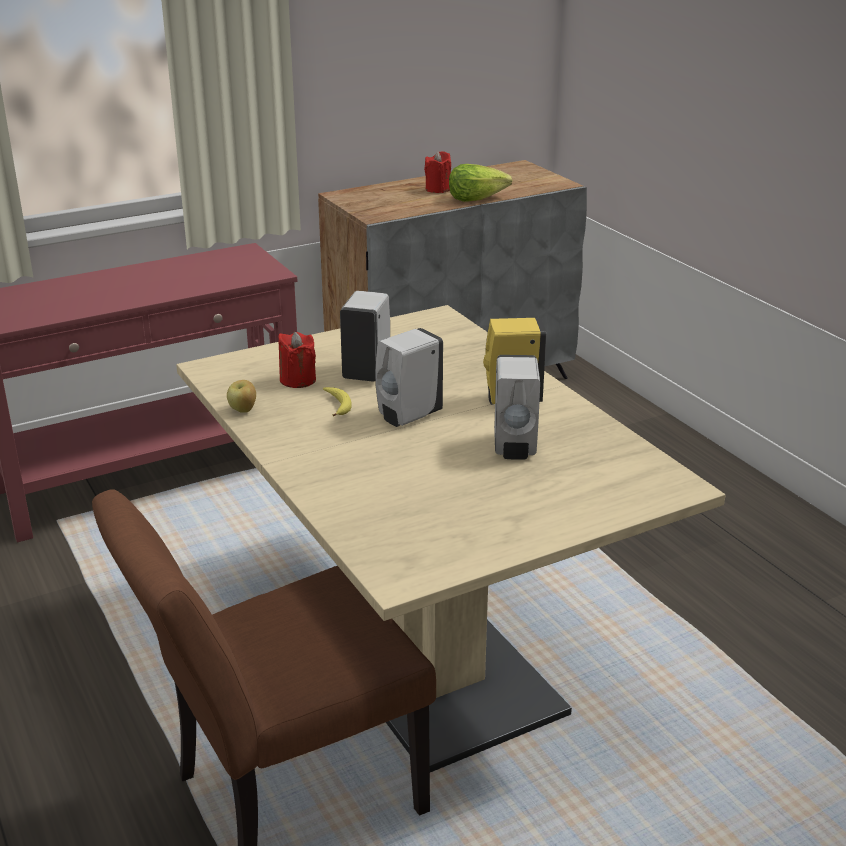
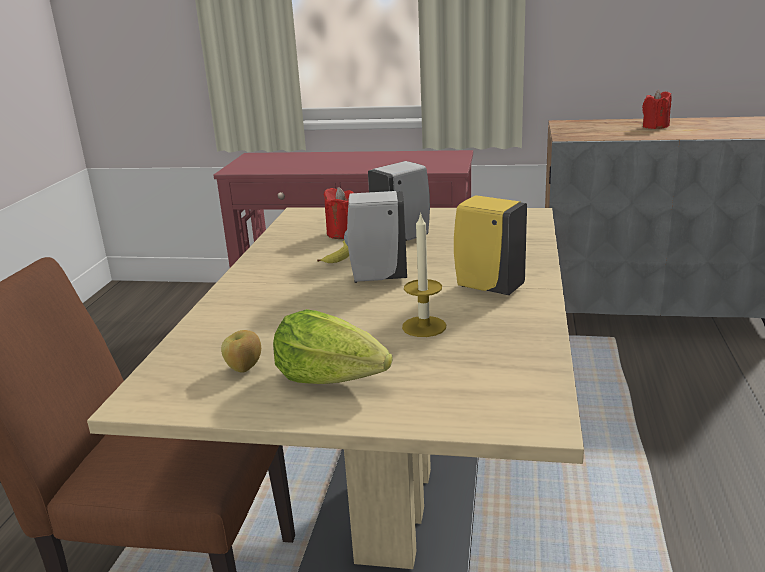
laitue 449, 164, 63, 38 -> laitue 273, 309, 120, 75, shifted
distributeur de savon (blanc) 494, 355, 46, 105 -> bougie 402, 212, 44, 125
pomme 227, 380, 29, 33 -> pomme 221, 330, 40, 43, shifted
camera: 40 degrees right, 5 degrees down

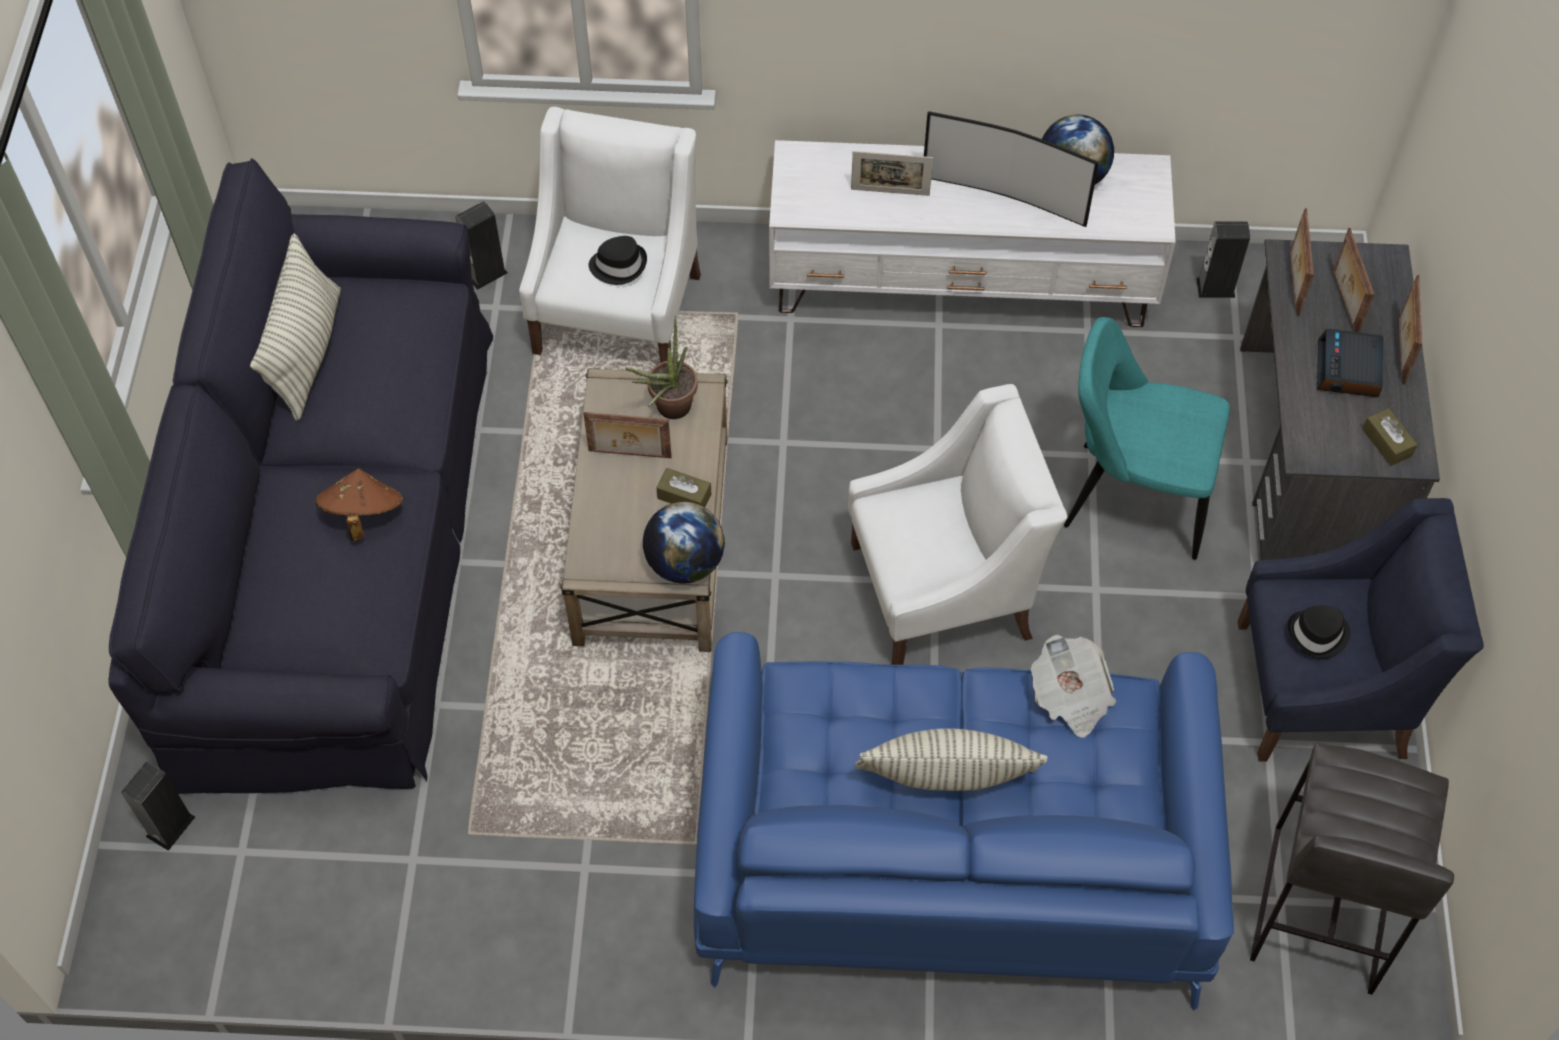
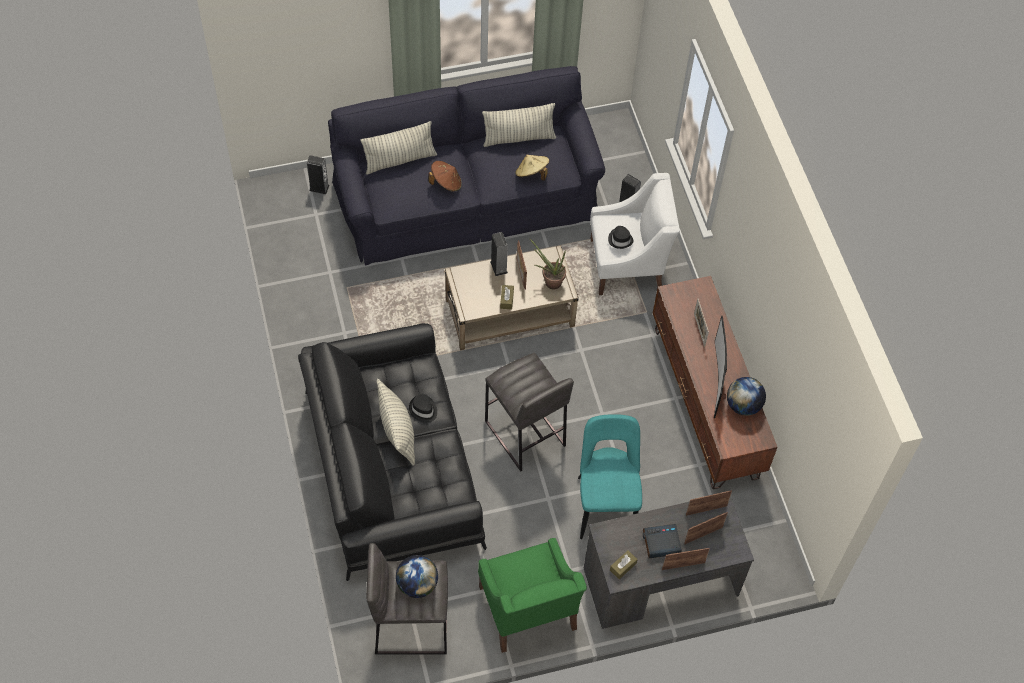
meuble télé (blanc) 769, 140, 407, 187 -> meuble télé (marron) 653, 276, 125, 213
enceinte 1196, 221, 54, 77 -> enceinte 490, 232, 18, 44, shifted
fauteuil (blanc) 848, 384, 220, 281 -> tabouret (gris) 485, 353, 89, 119
fauteuil (bleu) 1237, 498, 247, 264 -> fauteuil (vert) 478, 538, 109, 115
globe 643, 502, 82, 82 -> globe 396, 555, 42, 43, shifted
chapeau (noir) 1288, 606, 62, 53 -> chapeau (noir) 409, 394, 28, 29, shifted
canapé (bleu) 694, 632, 540, 378 -> canapé (noir) 298, 323, 189, 258
journal 1031, 635, 85, 103 -> none
none -> coussin 360, 121, 77, 54
none -> chapeau (beige) 515, 154, 35, 27
camera: 70 degrees right, 0 degrees up

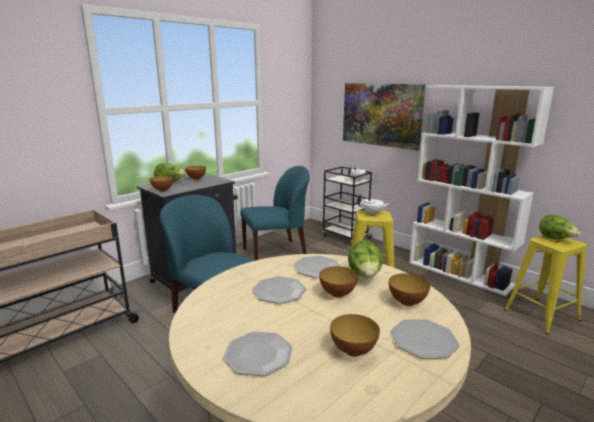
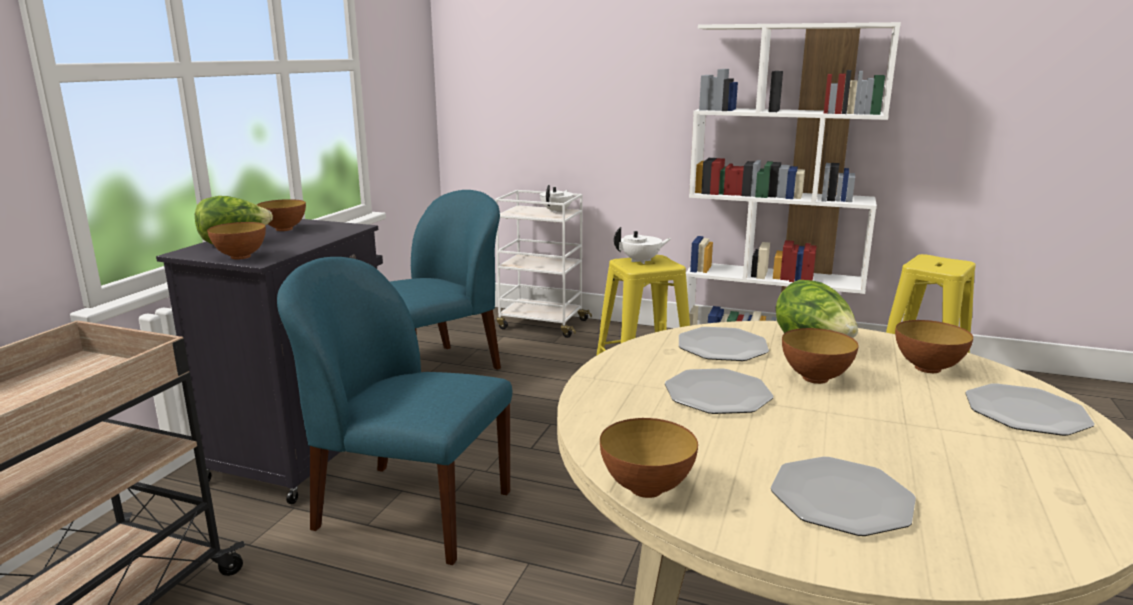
tableau 343, 83, 83, 68 -> none
chariot (noir) 322, 167, 51, 78 -> chariot (blanc) 495, 190, 97, 148
laitue 539, 214, 42, 25 -> none
bol 330, 314, 50, 43 -> bol 600, 418, 98, 80, shifted
camera: 25 degrees left, 0 degrees up

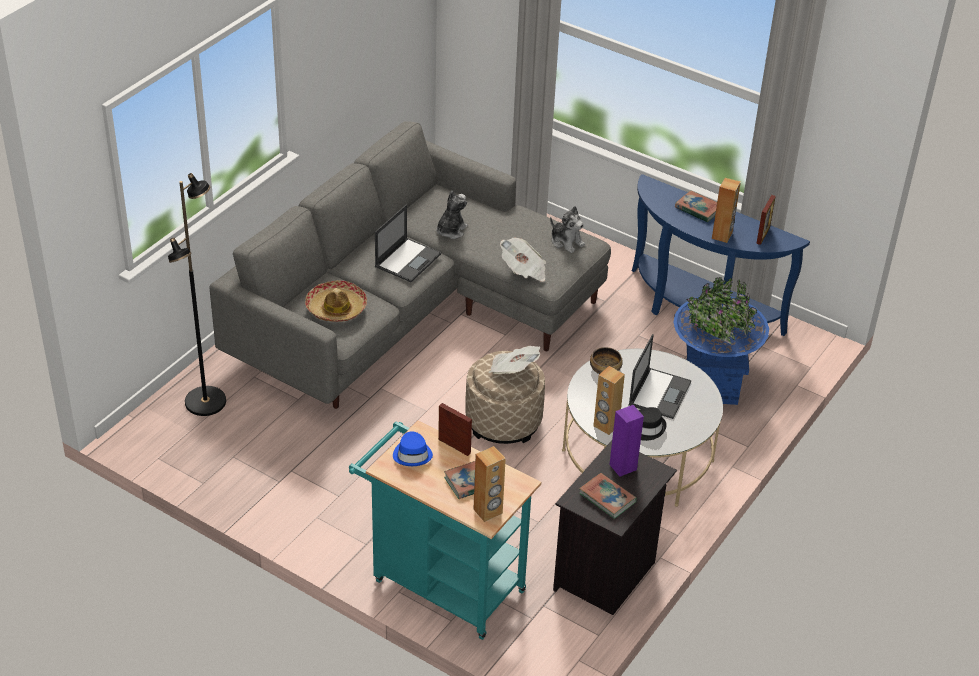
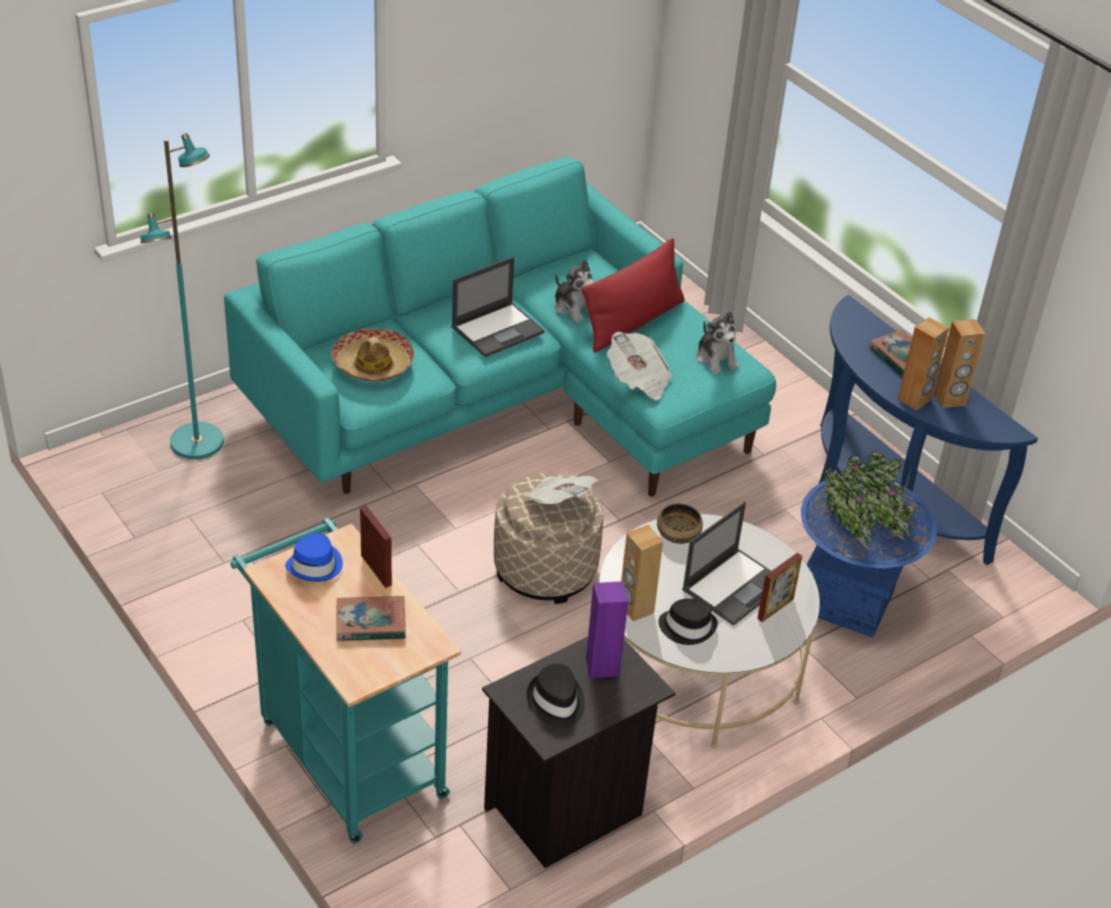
canapé (gris) 210, 121, 401, 288 -> canapé (turquoise) 224, 157, 552, 340
lampadaire (noir) 168, 173, 58, 243 -> lampadaire (turquoise) 141, 133, 83, 326
peluche 436, 191, 32, 48 -> peluche 554, 260, 40, 63, 90 degrees clockwise
cadre photo 756, 195, 20, 50 -> cadre photo 757, 553, 45, 69, shifted
enceinte (marron) 474, 446, 32, 76 -> enceinte (marron) 934, 319, 51, 89, shifted
livre 579, 473, 58, 46 -> chapeau (noir) 527, 664, 58, 64
none -> coussin (rouge) 582, 238, 103, 115
camera: 20 degrees right, 0 degrees up

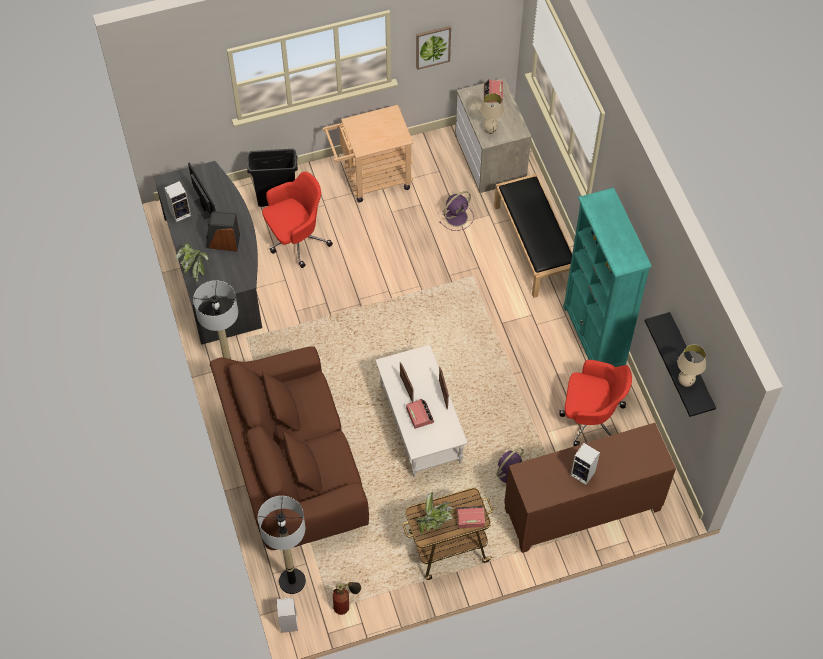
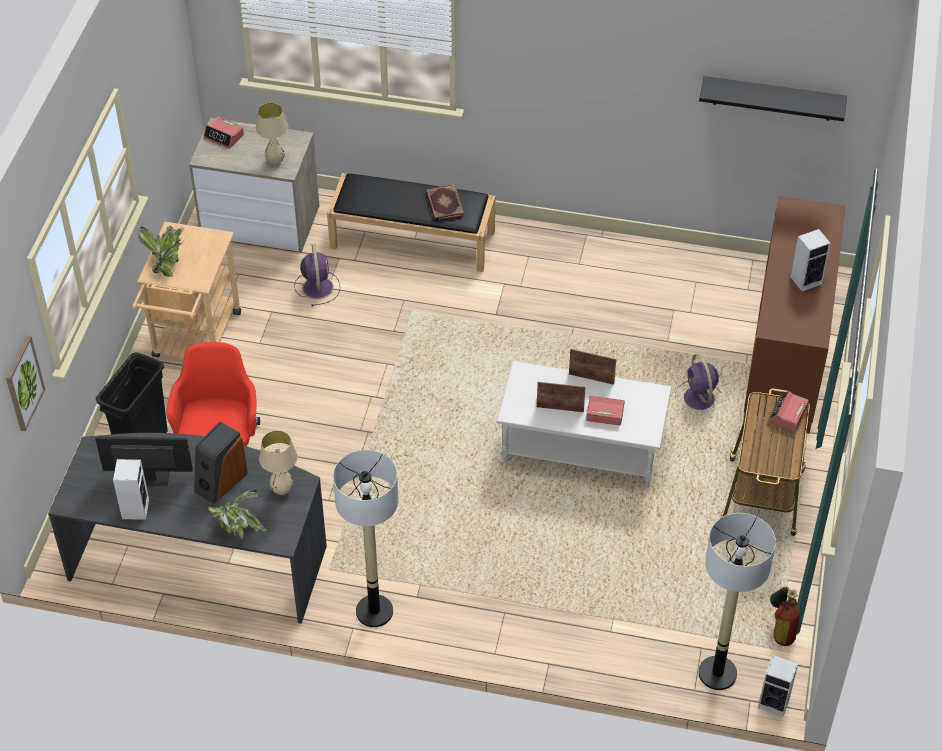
tableau 416, 26, 35, 44 -> tableau 6, 336, 39, 95, shifted
bibliothèque (turquoise) 563, 188, 89, 179 -> none
lampe de table (beige) 678, 345, 28, 42 -> lampe de table (beige) 259, 430, 38, 65, shifted
canapé (marron) 210, 346, 159, 204 -> none
chaise de bureau (rouge) 559, 360, 73, 86 -> none
plante en pot 417, 492, 37, 43 -> plante en pot 138, 226, 46, 51, shifted
none -> livre 426, 184, 39, 38
camera: 60 degrees left, 10 degrees down

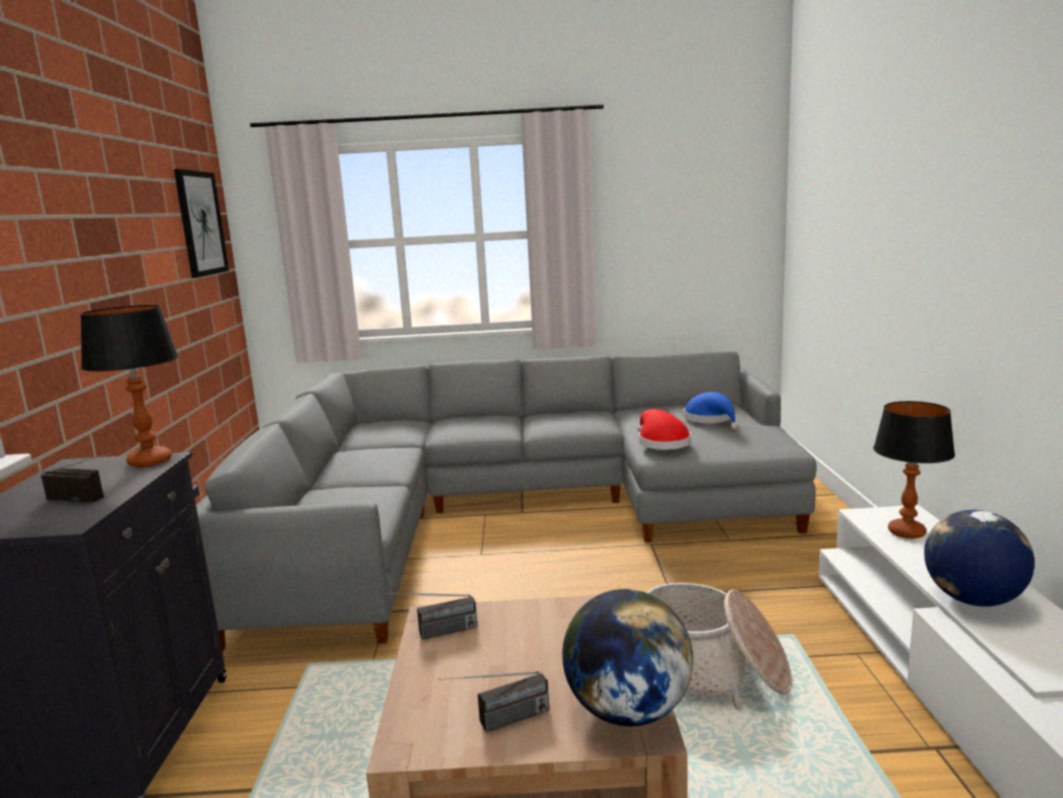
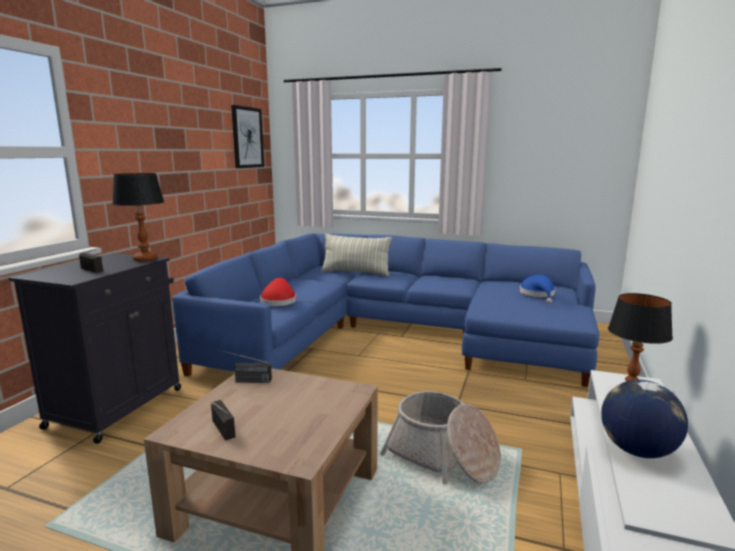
canapé (gris) 196, 351, 620, 301 -> canapé (bleu) 172, 233, 427, 154
chapeau (rouge) 637, 409, 54, 41 -> chapeau (rouge) 260, 278, 36, 28, shifted
globe 562, 589, 131, 137 -> none
radio 439, 671, 110, 61 -> radio 211, 400, 25, 40, 120 degrees counterclockwise
none -> coussin 321, 234, 71, 43
camera: 20 degrees right, 0 degrees up

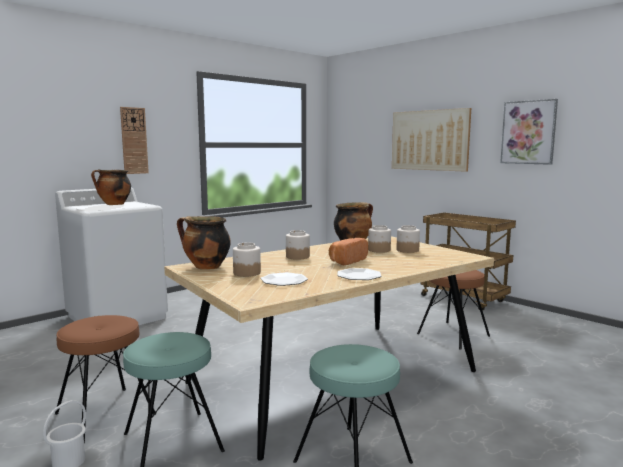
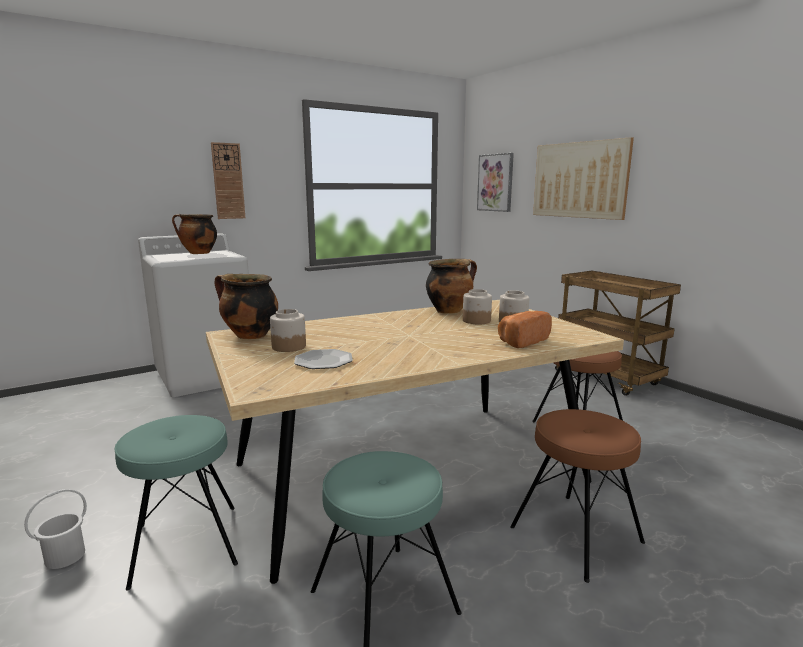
tableau 500, 99, 58, 66 -> tableau 477, 153, 37, 59, shifted
bocal 286, 230, 24, 30 -> none
pain 329, 238, 39, 27 -> pain 498, 311, 54, 37, shifted
assiette 337, 268, 44, 12 -> none
tabouret (marron) 55, 315, 101, 128 -> tabouret (marron) 510, 409, 135, 174, shifted
camera: 10 degrees right, 5 degrees up

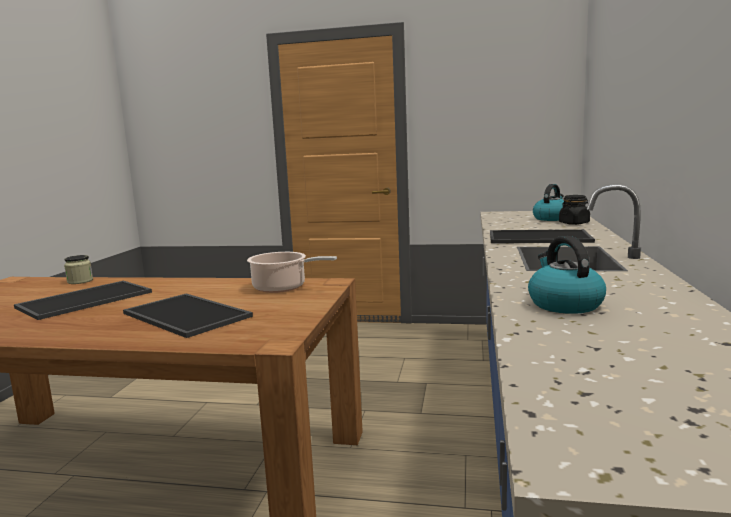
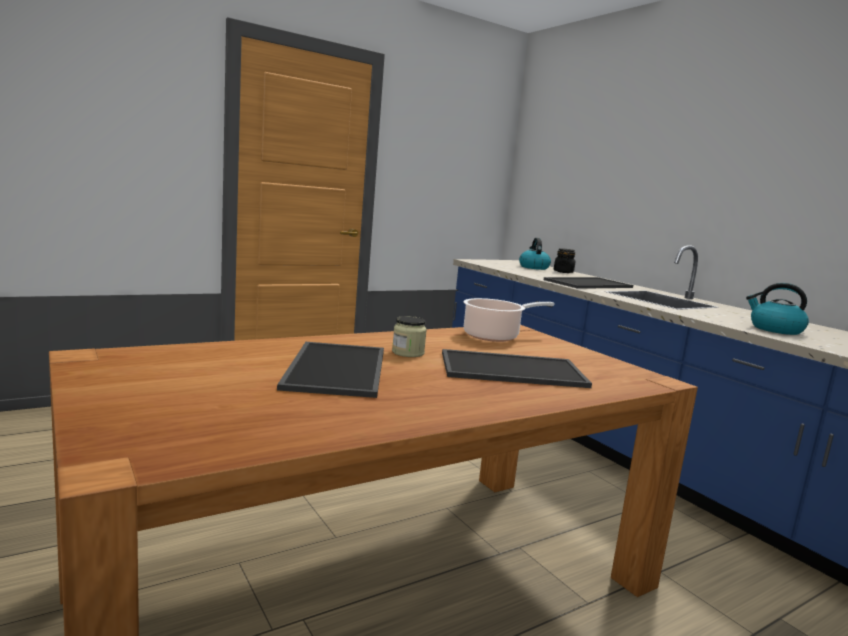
bocal 64, 255, 29, 29 -> bocal 392, 316, 35, 41, shifted
camera: 45 degrees left, 0 degrees up

